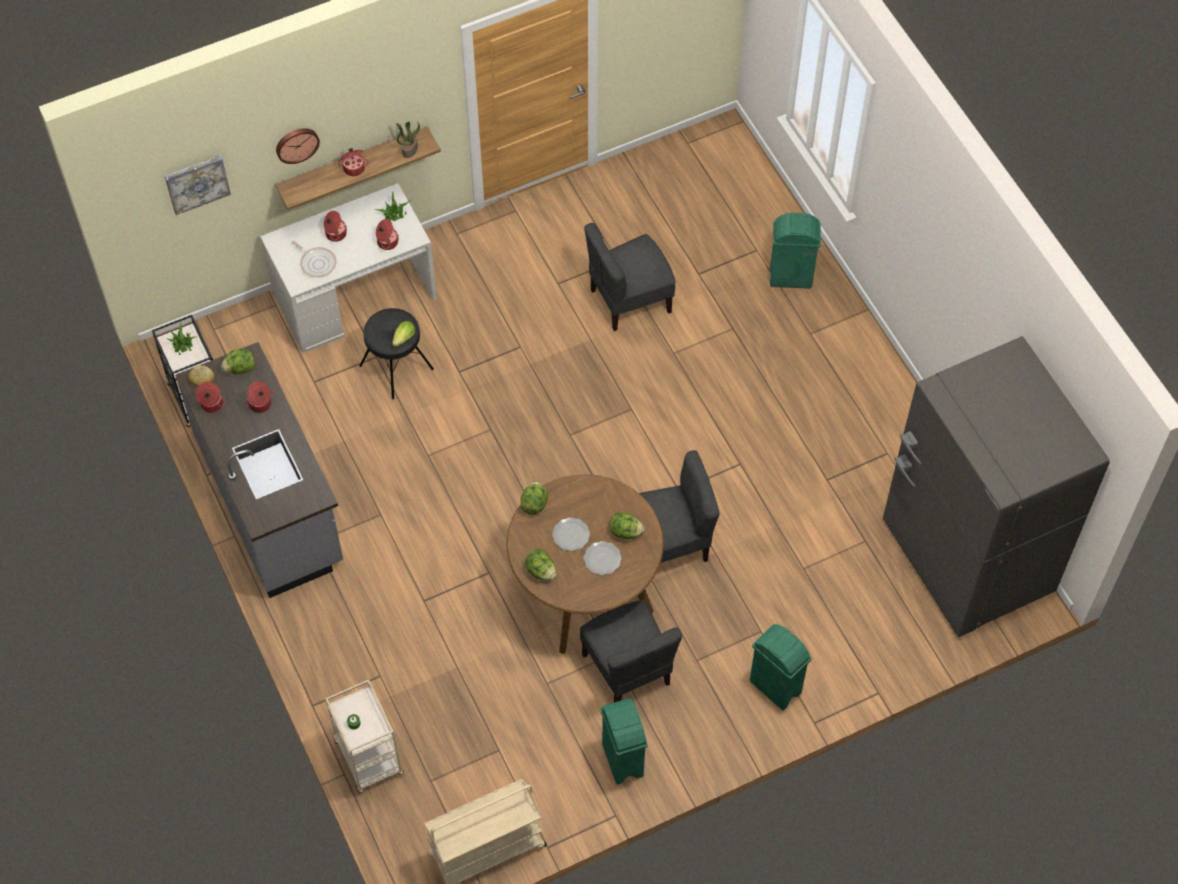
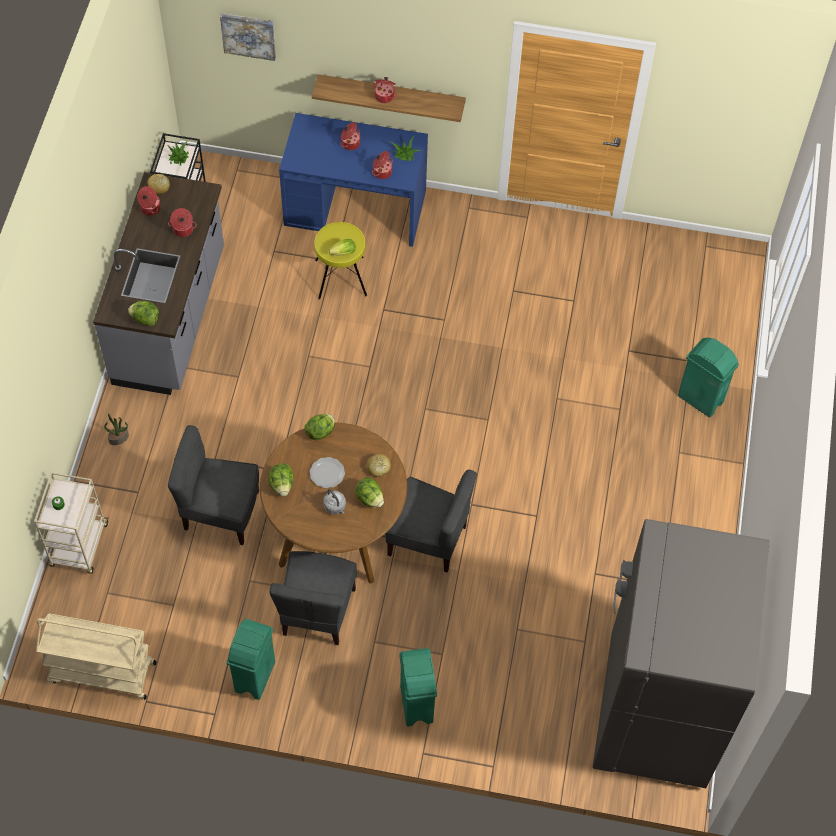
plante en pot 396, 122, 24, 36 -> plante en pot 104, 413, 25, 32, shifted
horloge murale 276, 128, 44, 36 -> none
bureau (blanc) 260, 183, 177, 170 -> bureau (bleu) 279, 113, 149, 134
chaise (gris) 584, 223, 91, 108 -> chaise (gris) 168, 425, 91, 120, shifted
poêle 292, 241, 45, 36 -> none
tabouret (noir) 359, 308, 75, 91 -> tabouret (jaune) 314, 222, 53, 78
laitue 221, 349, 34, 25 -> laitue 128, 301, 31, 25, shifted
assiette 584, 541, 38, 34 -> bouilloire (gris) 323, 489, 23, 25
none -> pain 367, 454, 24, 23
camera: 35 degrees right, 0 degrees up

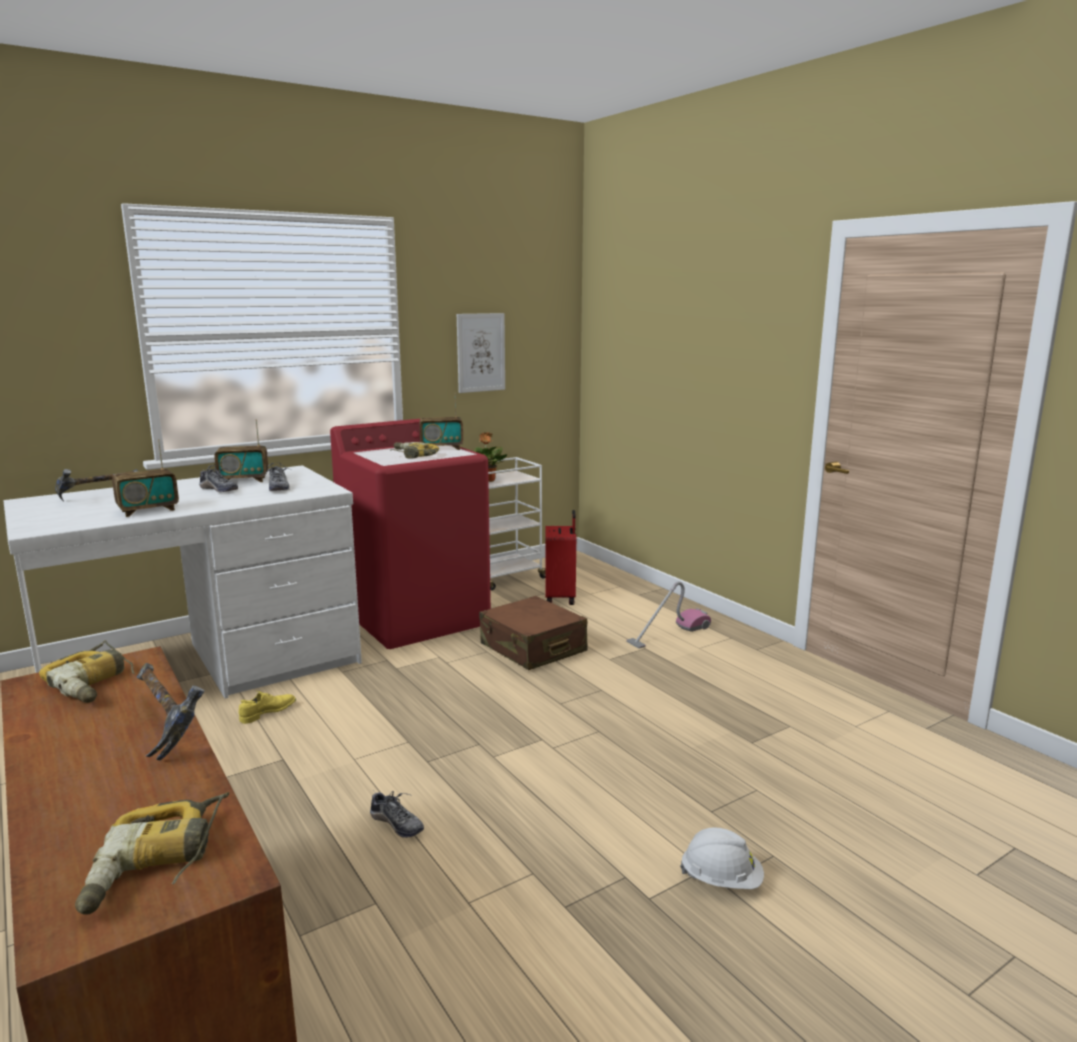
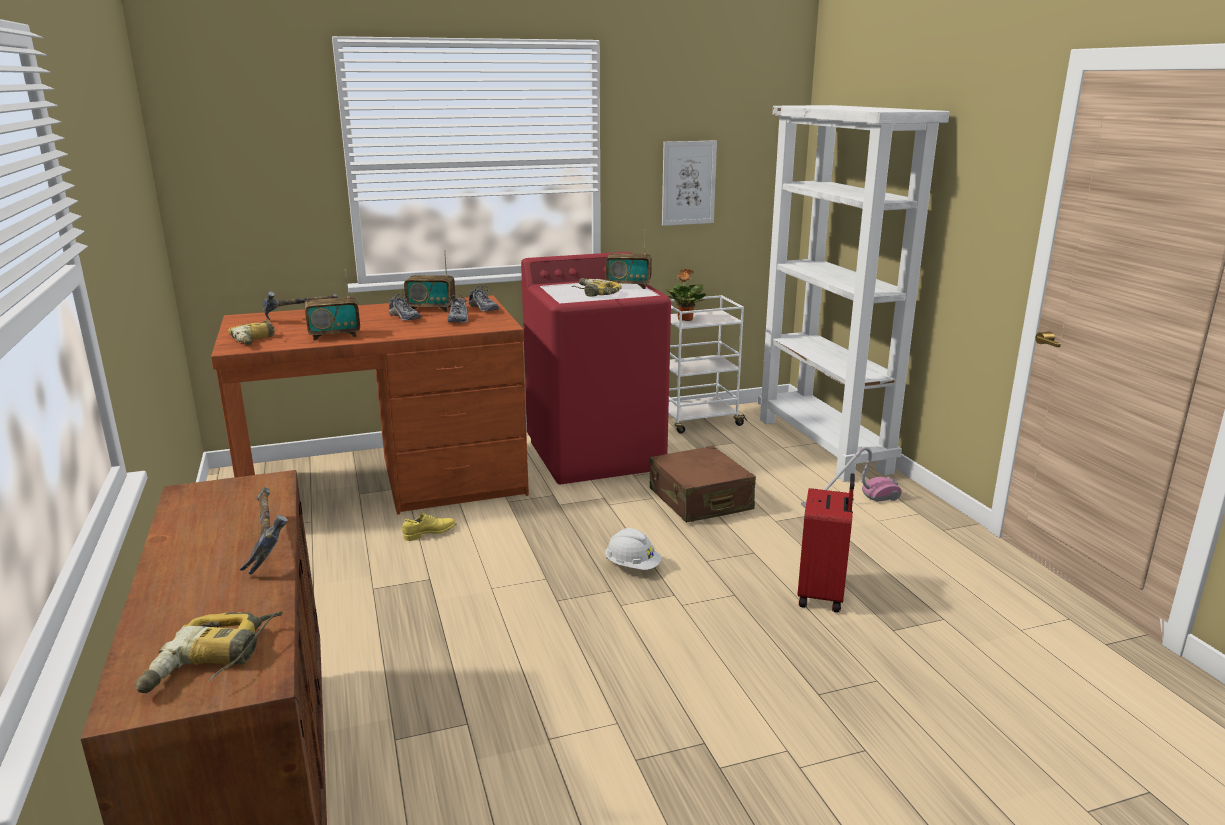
bureau (blanc) 4, 465, 358, 234 -> bureau (marron) 211, 295, 318, 220
valise (rouge) 545, 510, 31, 95 -> valise (rouge) 798, 473, 57, 140, shifted
perceuse 39, 640, 95, 63 -> perceuse 228, 319, 49, 26, shifted
chaussure 370, 791, 54, 47 -> chaussure 469, 285, 30, 26, shifted
casque de chantier (blanc) 680, 827, 84, 62 -> casque de chantier (blanc) 605, 528, 56, 42, shifted
none -> bibliothèque (blanc) 758, 105, 192, 377
camera: 15 degrees right, 5 degrees up

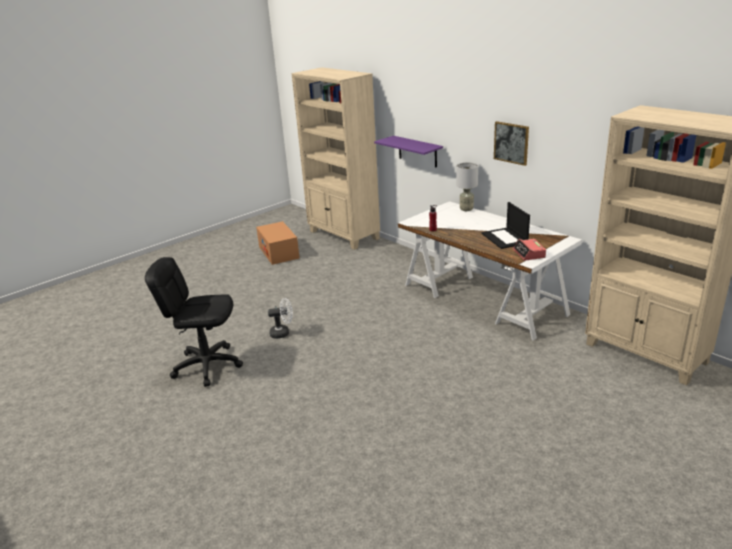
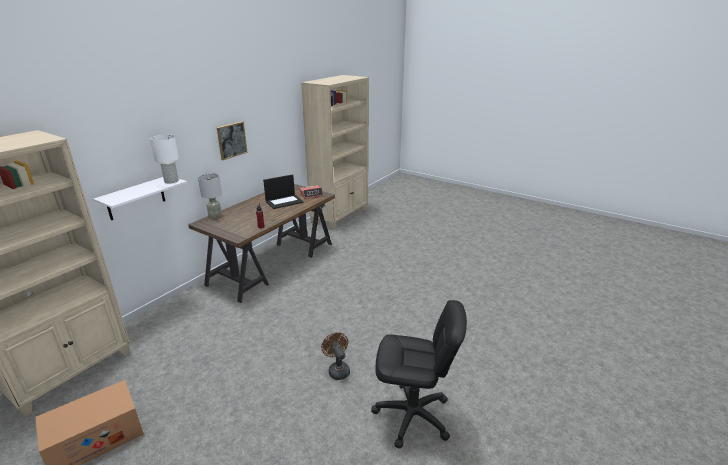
étagère (violet) 374, 136, 69, 32 -> étagère (blanc) 93, 177, 94, 43
bureau (blanc) 398, 201, 184, 140 -> bureau (marron) 188, 184, 147, 119
chaise de bureau (noir) 145, 257, 98, 130 -> chaise de bureau (noir) 371, 300, 96, 149, 75 degrees counterclockwise
ventilateur (blanc) 268, 298, 25, 41 -> ventilateur (marron) 321, 332, 29, 48
none -> lampe de table (blanc) 150, 135, 29, 48
camera: 105 degrees left, 0 degrees up

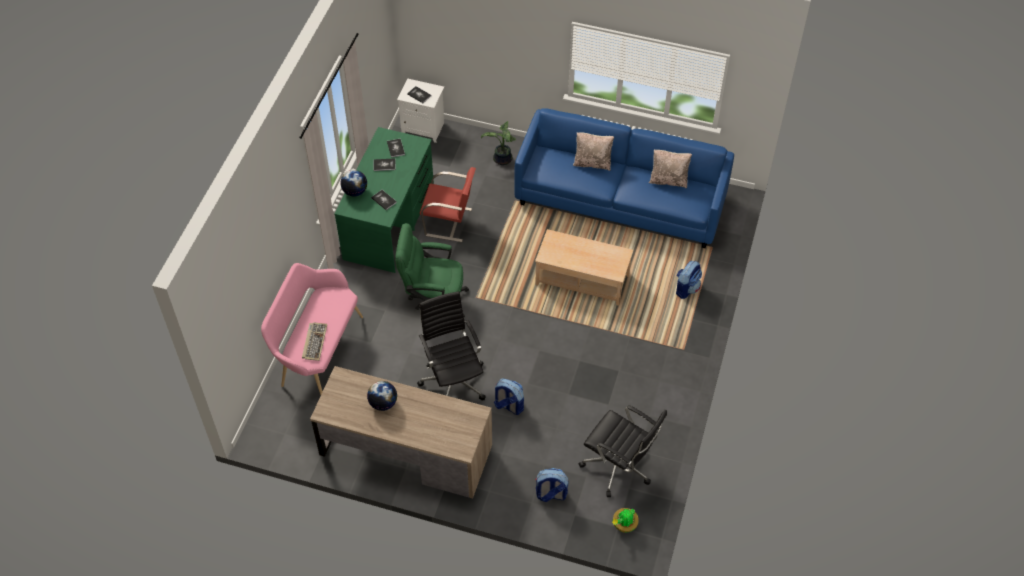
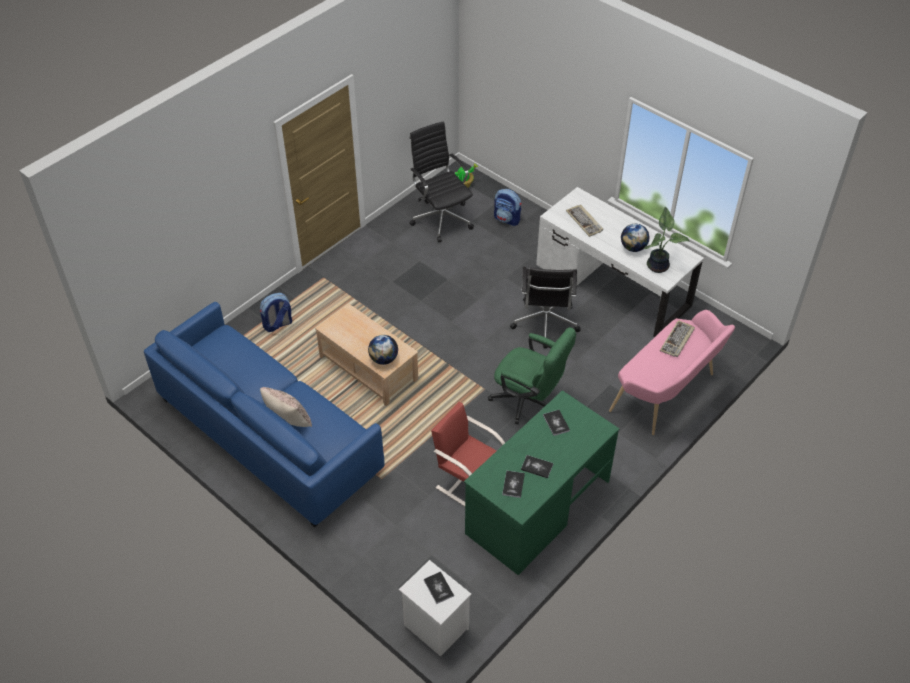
plante en pot 481, 121, 35, 44 -> plante en pot 644, 207, 45, 66, shifted
coussin (beige) 649, 150, 43, 38 -> none
globe 340, 170, 27, 27 -> globe 368, 335, 30, 30, shifted
bureau (marron) 310, 366, 182, 133 -> bureau (blanc) 536, 187, 168, 150
sac à dos 494, 378, 30, 37 -> none
none -> clavier 566, 205, 37, 32
camera: 155 degrees left, 5 degrees down

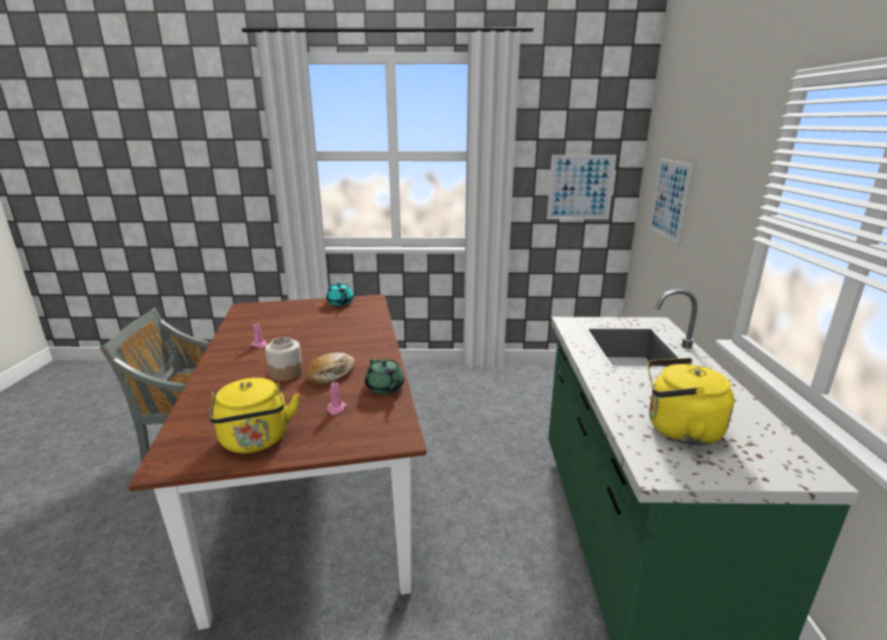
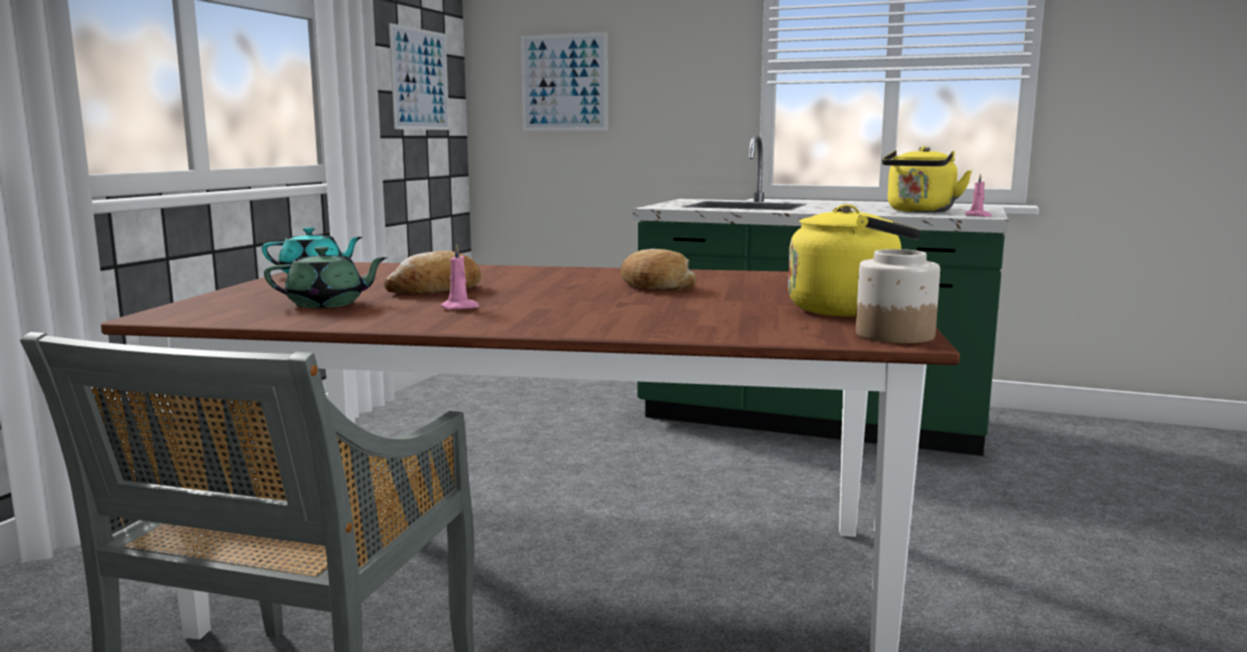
bocal 265, 337, 38, 44 -> bocal 856, 249, 84, 95, shifted
théière (vert) 365, 358, 39, 36 -> théière (vert) 264, 247, 124, 61, shifted
bougie (rose) 327, 377, 20, 38 -> bougie (rose) 965, 174, 27, 43, shifted
none -> pain 384, 251, 97, 43
camera: 70 degrees left, 10 degrees down

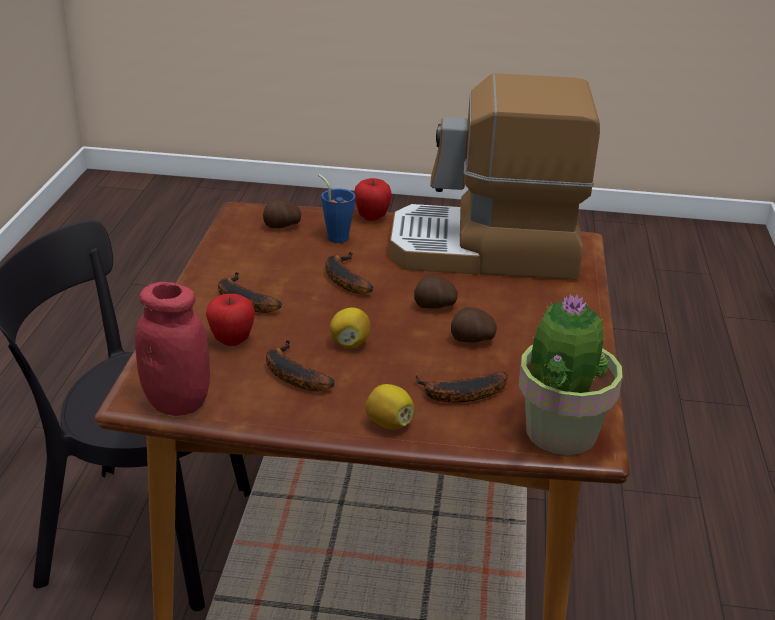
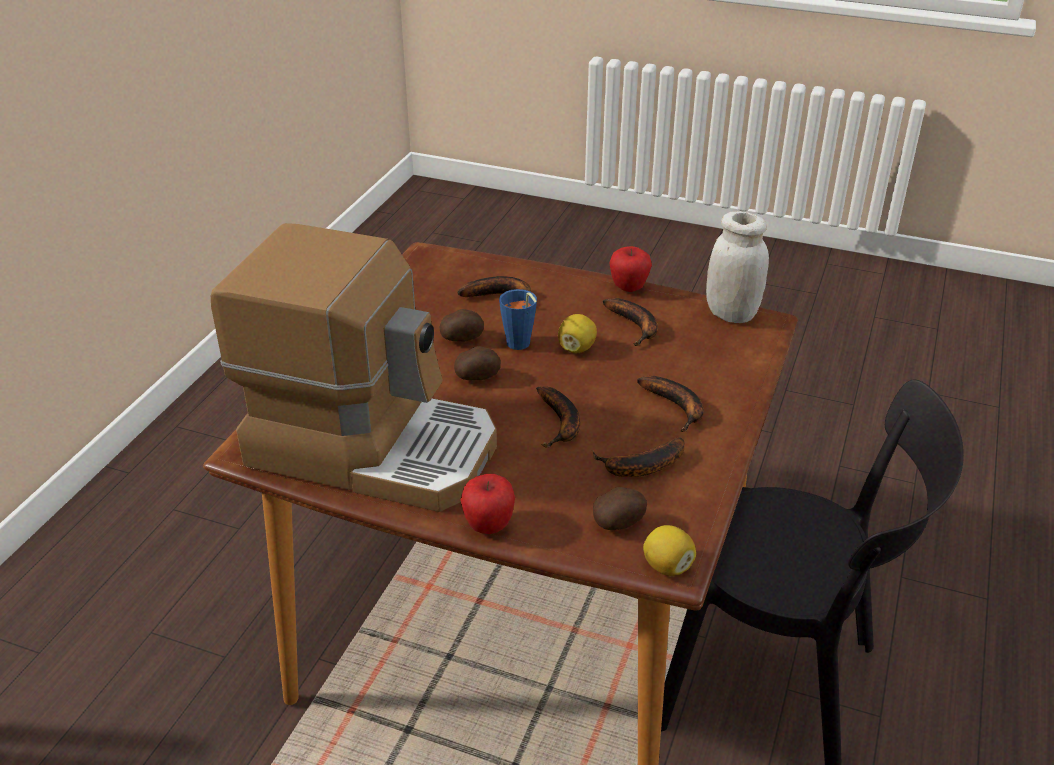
tasse (bleu) 318, 174, 37, 69 -> tasse (bleu) 499, 289, 38, 61, shifted
bocal (rouge) 135, 282, 75, 134 -> bocal (blanc) 706, 211, 63, 112
plante en pot 519, 293, 104, 162 -> none
pomme 206, 294, 49, 52 -> pomme 609, 246, 43, 46, shifted
citron 365, 384, 49, 45 -> citron 643, 525, 53, 51, shifted
none -> banane 592, 438, 93, 39
camera: 165 degrees left, 5 degrees up

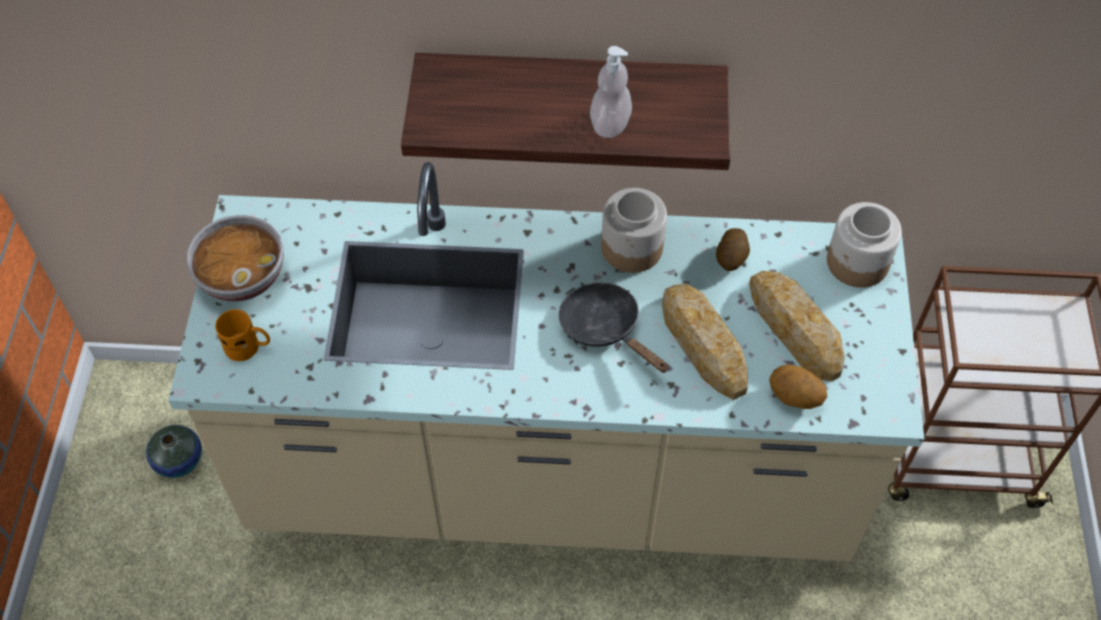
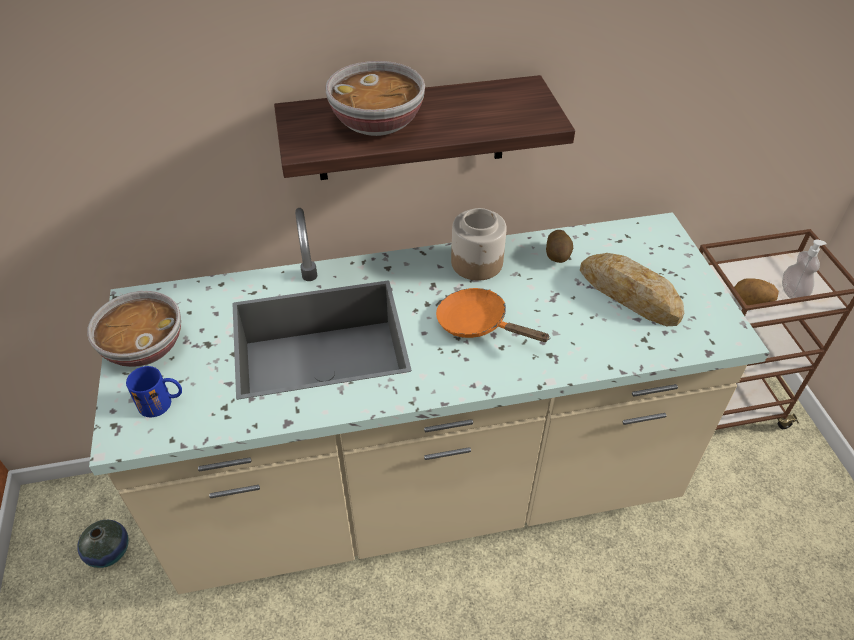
distributeur de savon 590, 46, 42, 92 -> distributeur de savon 782, 239, 45, 60, shifted
bocal 827, 202, 75, 86 -> none
poêle (noir) 559, 282, 110, 91 -> poêle (orange) 436, 288, 114, 54
pain 662, 284, 86, 116 -> none
mug (orange) 215, 309, 55, 52 -> mug (bleu) 126, 366, 56, 51
pomme de terre 769, 364, 58, 45 -> pomme de terre 734, 278, 45, 27, shifted
none -> bol 325, 61, 100, 75
camera: 15 degrees left, 10 degrees down

